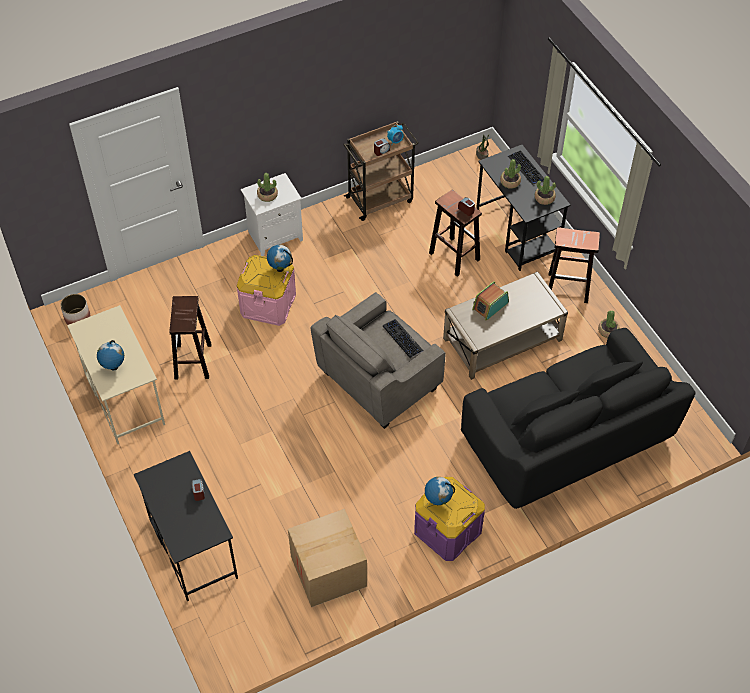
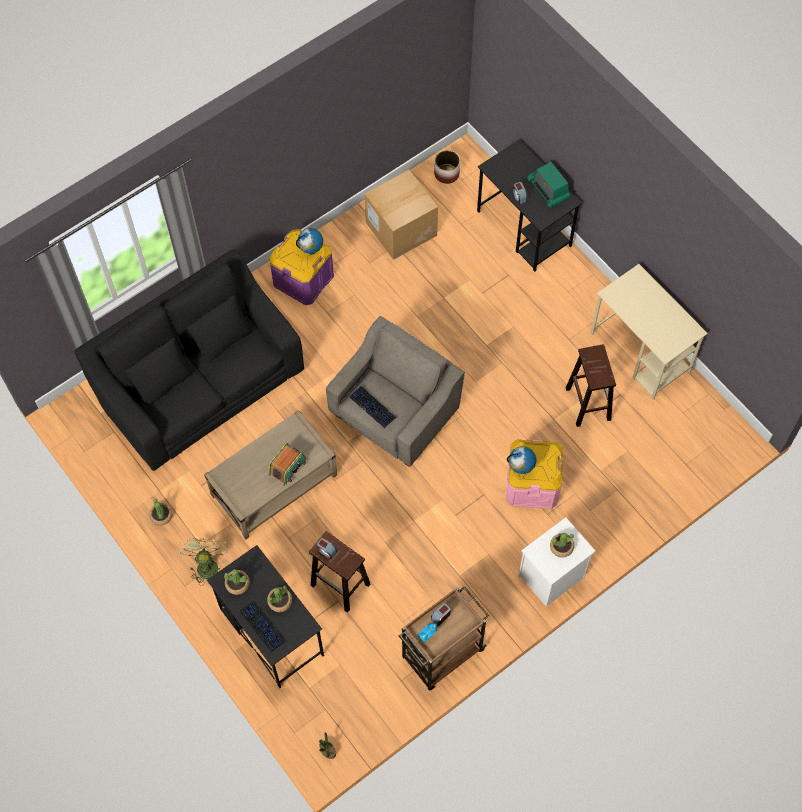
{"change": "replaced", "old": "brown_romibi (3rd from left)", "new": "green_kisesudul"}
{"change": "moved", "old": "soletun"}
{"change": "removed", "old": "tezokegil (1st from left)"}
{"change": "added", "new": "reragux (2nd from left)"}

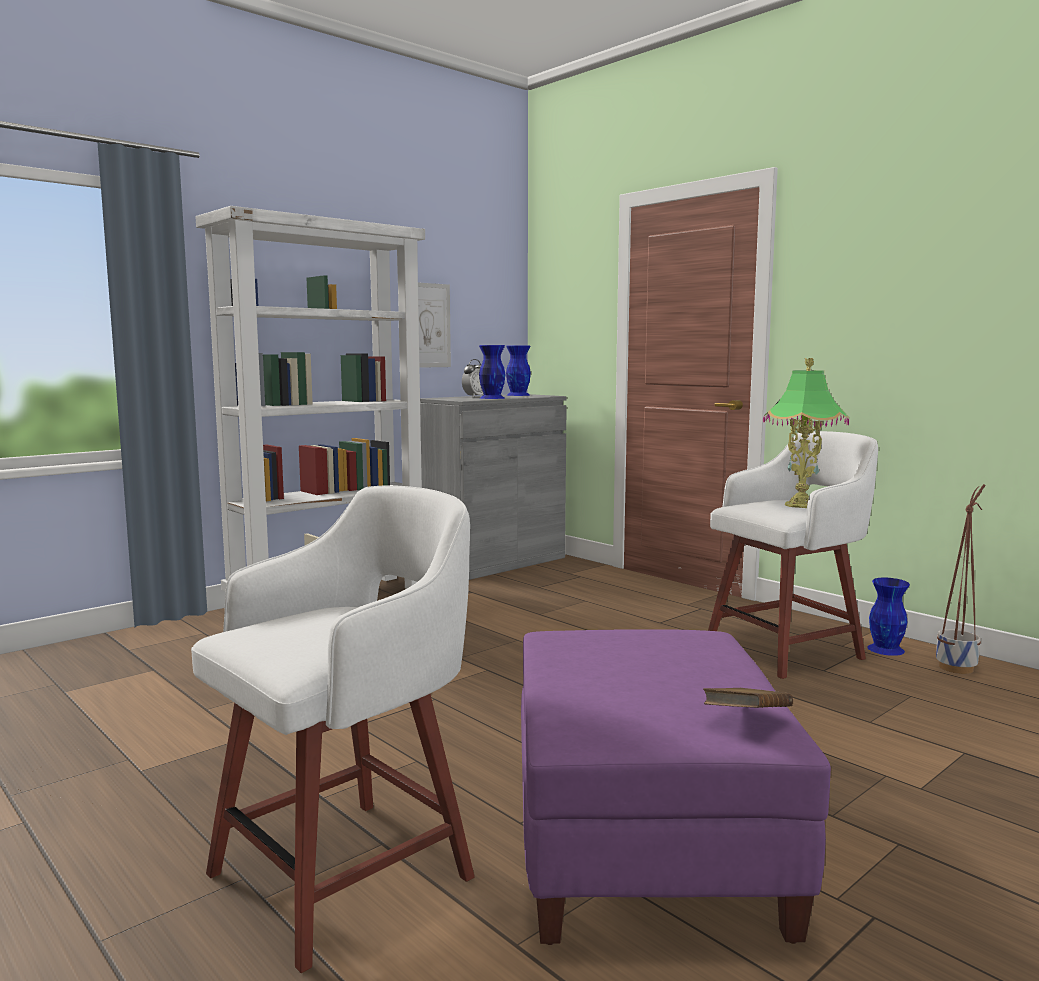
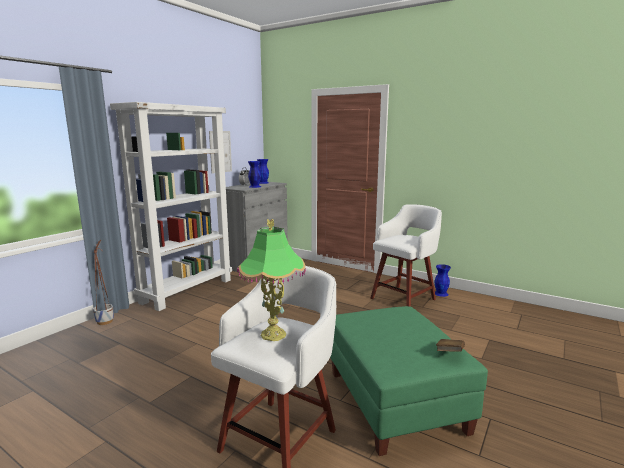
{"change": "moved", "old": "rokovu"}
{"change": "moved", "old": "soletun"}
{"change": "recoloured", "old": "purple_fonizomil", "new": "green_fonizomil"}

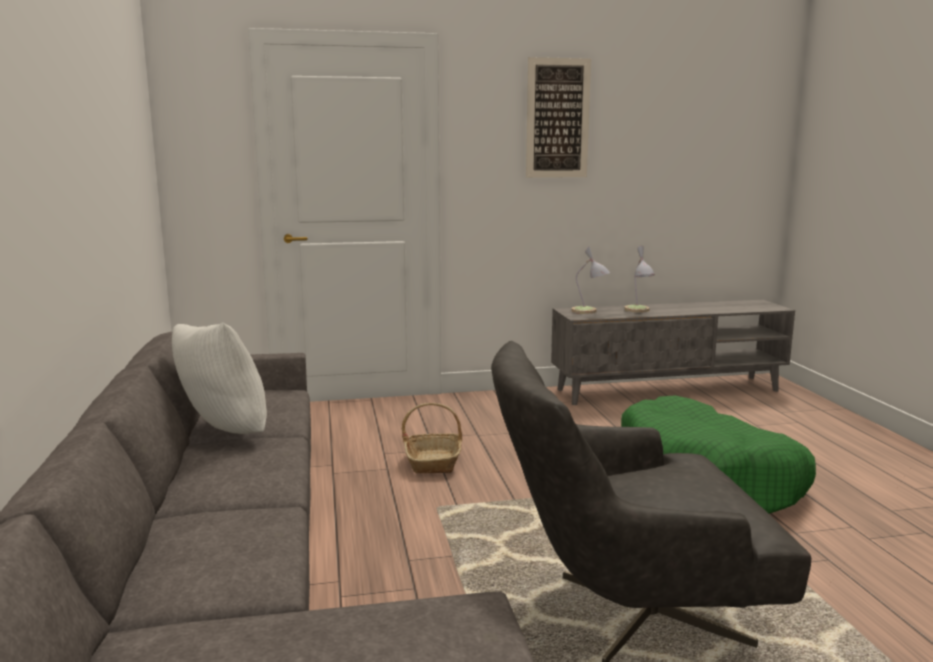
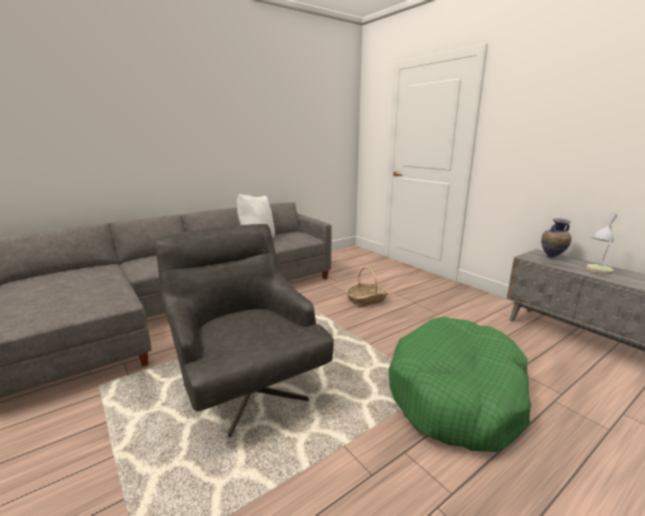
{"change": "removed", "old": "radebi"}
{"change": "replaced", "old": "rokovu (1st from left)", "new": "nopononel"}

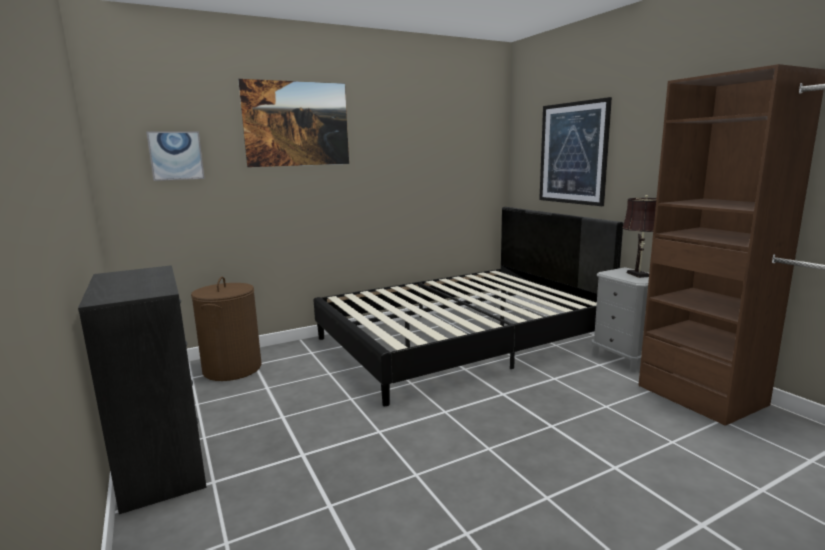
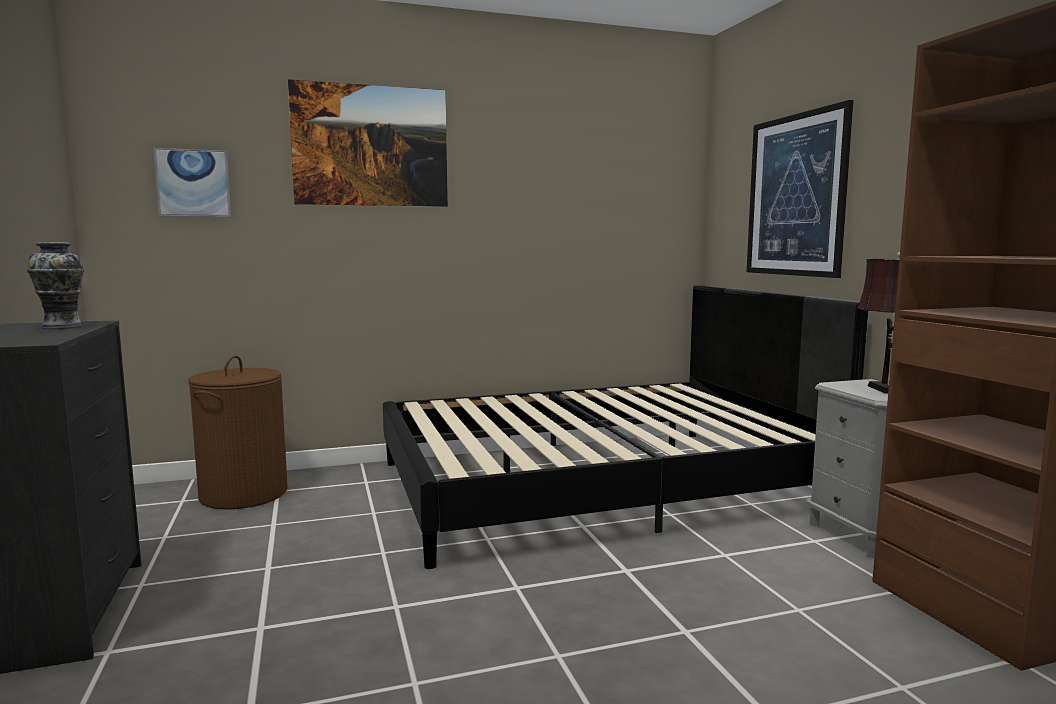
{"change": "added", "new": "nopononel"}

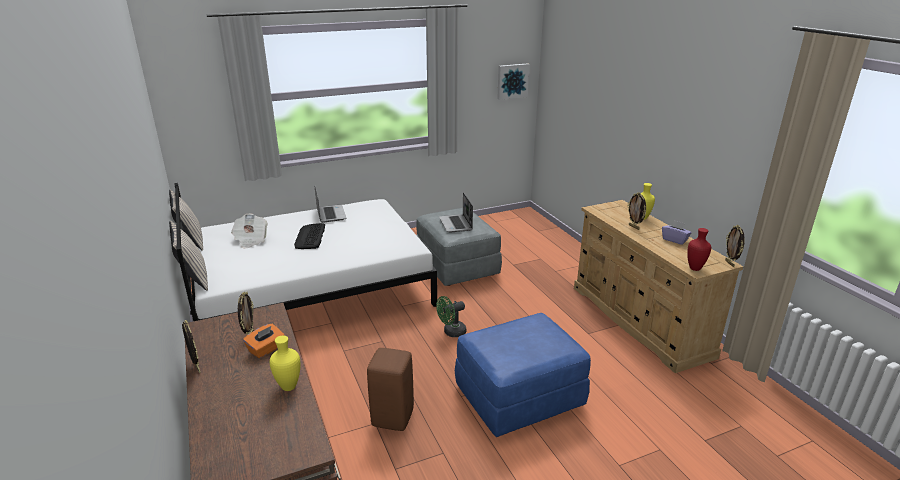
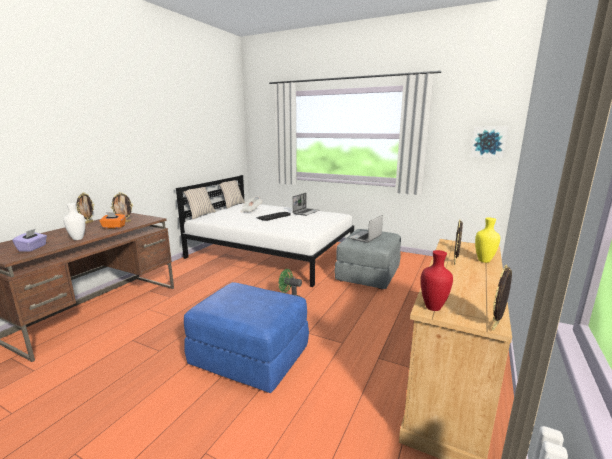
{"change": "moved", "old": "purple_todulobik"}
{"change": "recoloured", "old": "yellow_nopononel (1st from left)", "new": "white_nopononel"}
{"change": "removed", "old": "brown_romibi"}

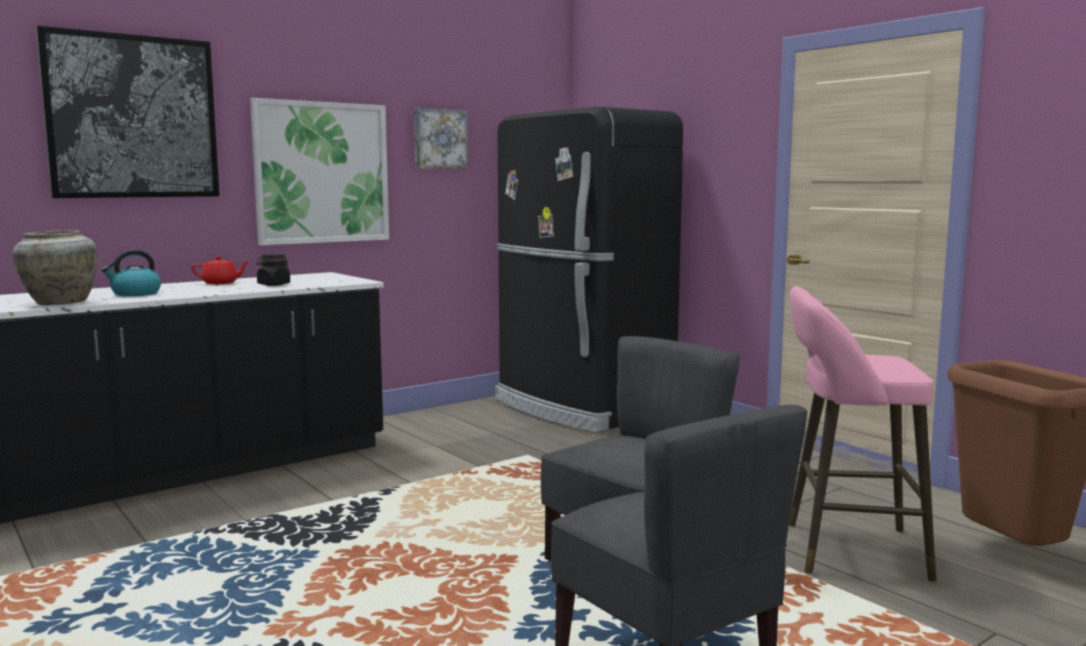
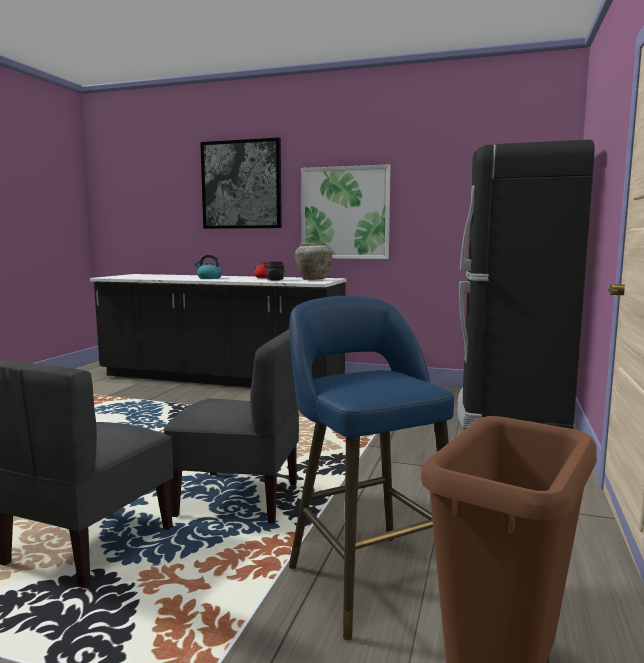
{"change": "removed", "old": "radebi (3rd from left)"}
{"change": "moved", "old": "beige_nopononel"}
{"change": "recoloured", "old": "pink_romibi", "new": "blue_romibi"}

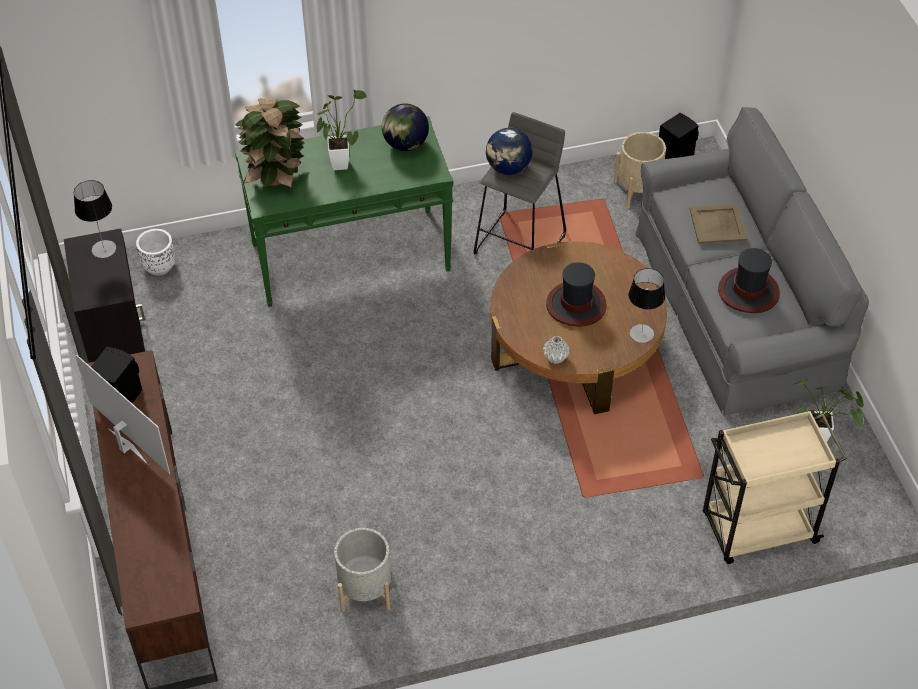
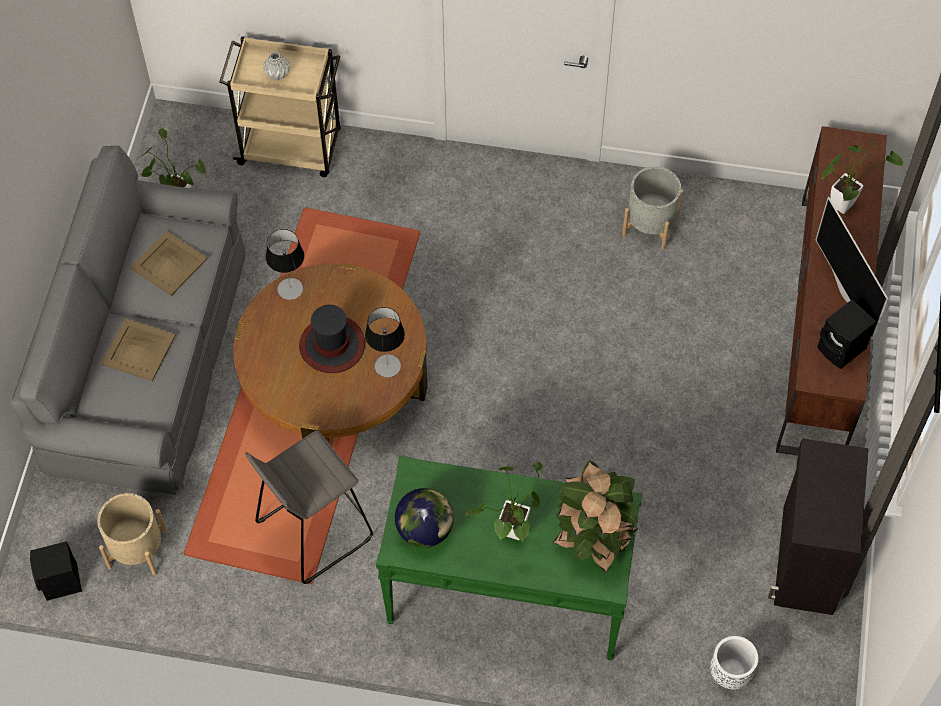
{"change": "removed", "old": "tezokegil (2nd from left)"}
{"change": "moved", "old": "rokovu (1st from left in the first image)", "new": "rokovu (2nd from left)"}
{"change": "replaced", "old": "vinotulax (2nd from left)", "new": "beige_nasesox (2nd from left)"}
{"change": "moved", "old": "grey_nopononel"}
{"change": "added", "new": "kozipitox (4th from left)"}

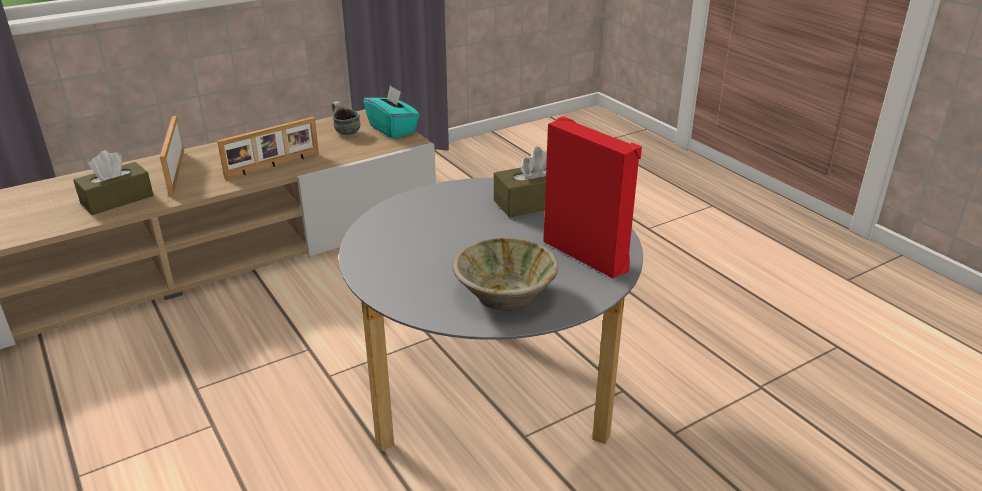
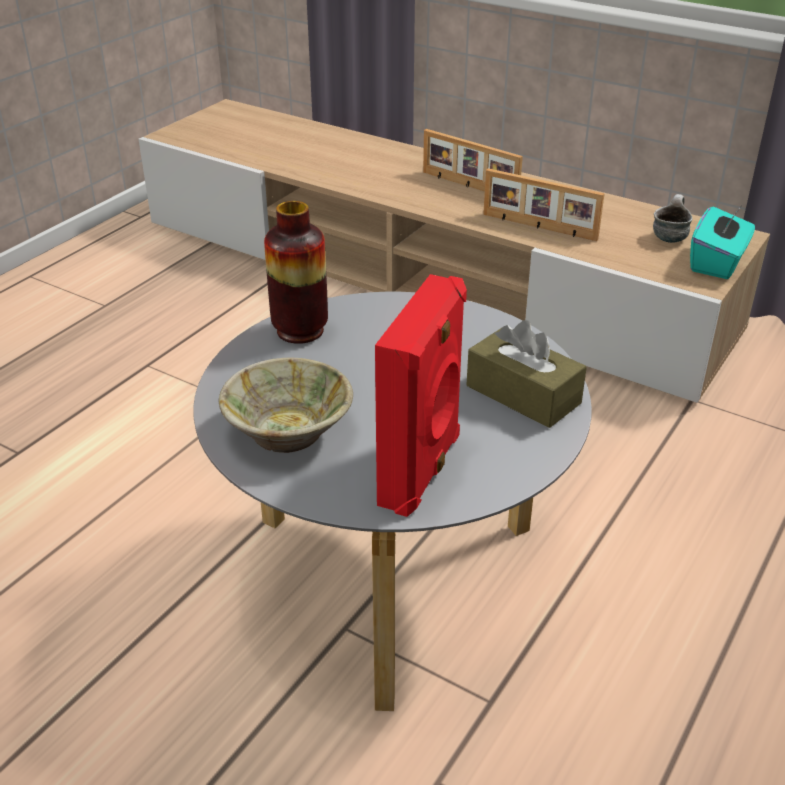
{"change": "turned", "old": "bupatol (1st from left)", "degrees": -105}
{"change": "removed", "old": "brown_todulobik (1st from left)"}
{"change": "added", "new": "nopononel"}

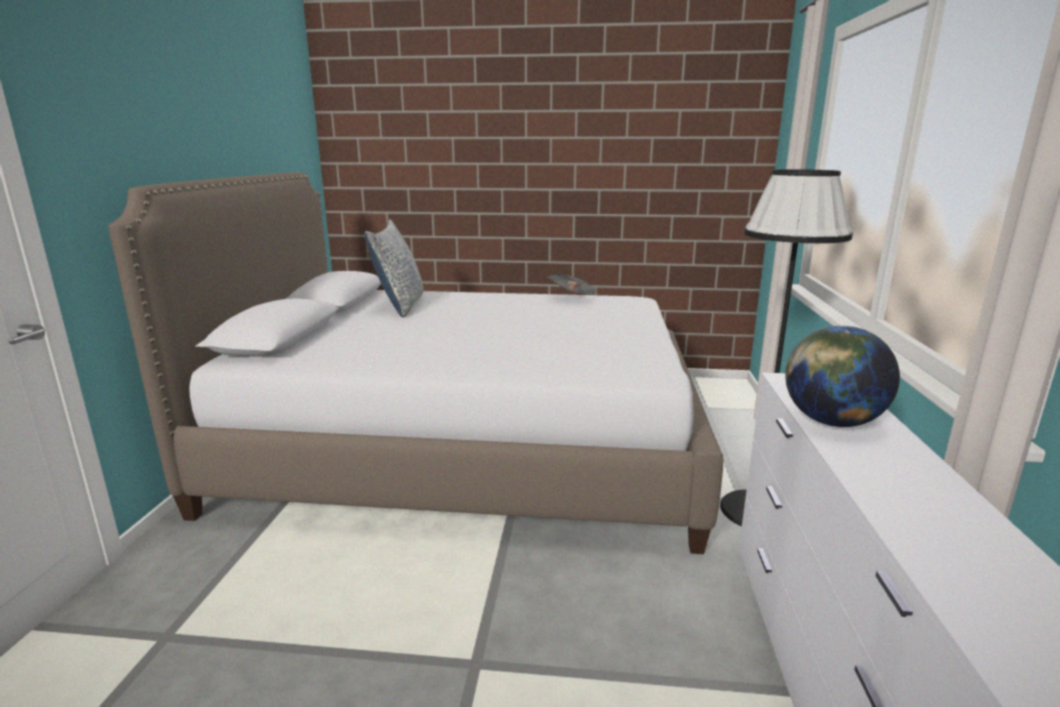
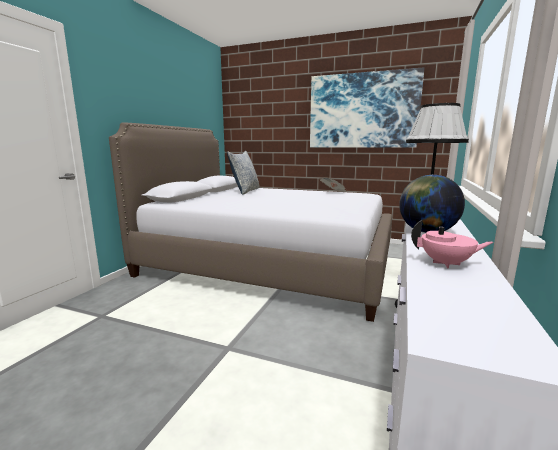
{"change": "added", "new": "radebi"}
{"change": "added", "new": "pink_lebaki"}

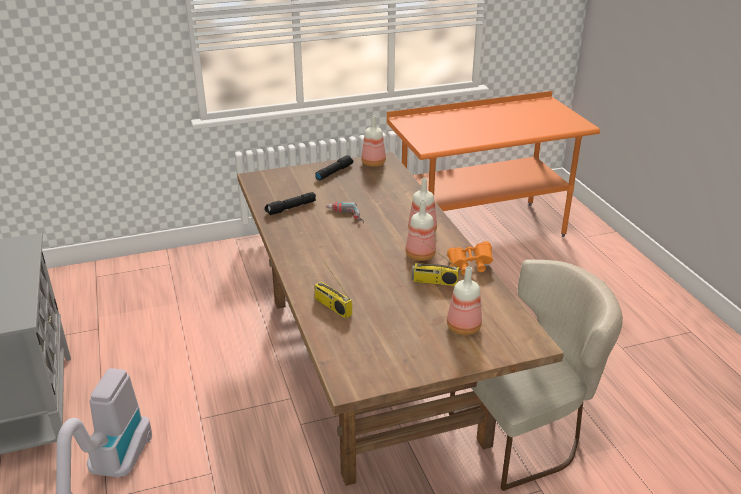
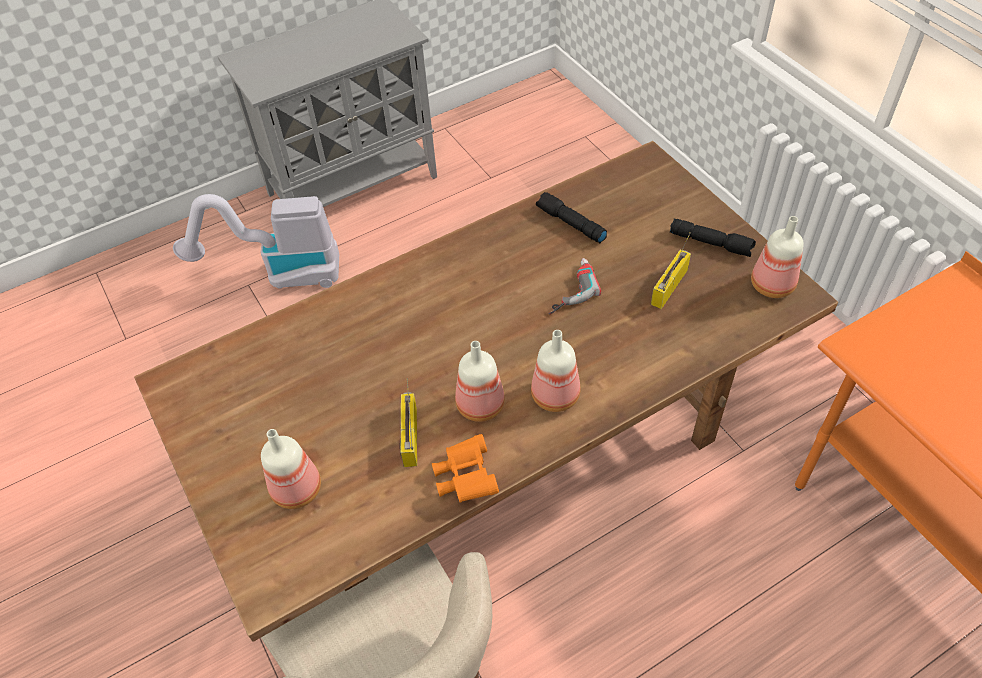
{"change": "moved", "old": "reragux (1st from left in the first image)", "new": "reragux (2nd from left)"}

